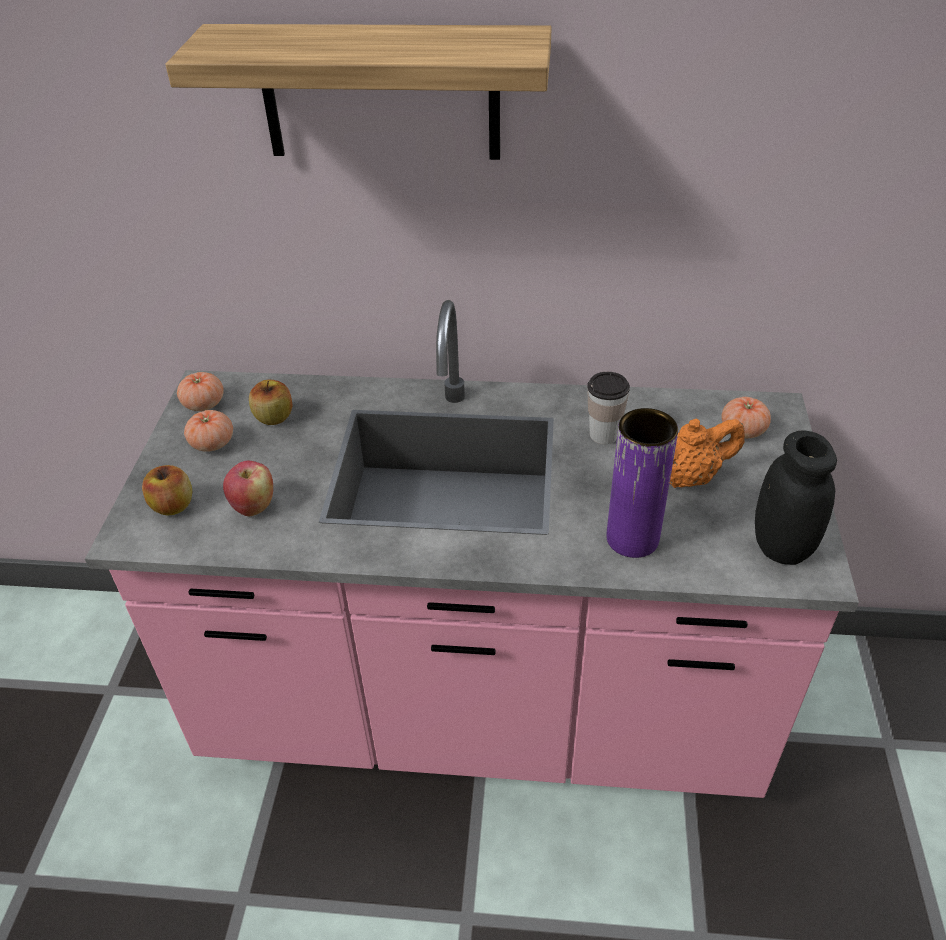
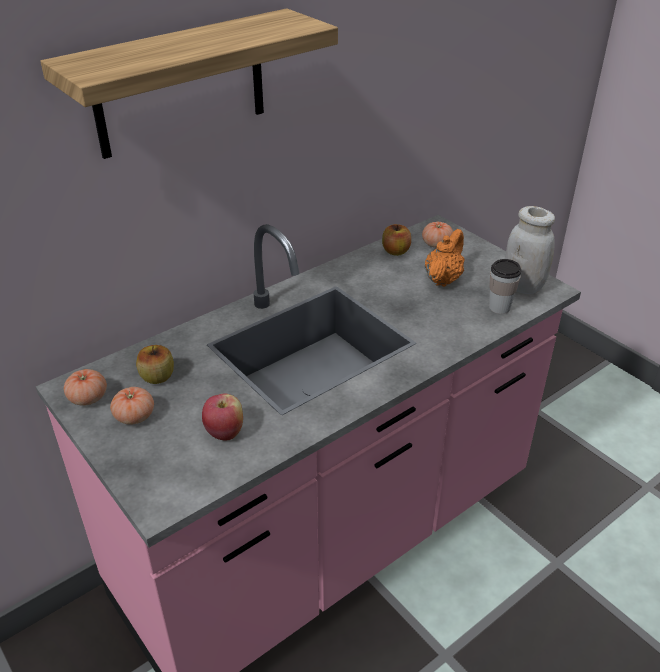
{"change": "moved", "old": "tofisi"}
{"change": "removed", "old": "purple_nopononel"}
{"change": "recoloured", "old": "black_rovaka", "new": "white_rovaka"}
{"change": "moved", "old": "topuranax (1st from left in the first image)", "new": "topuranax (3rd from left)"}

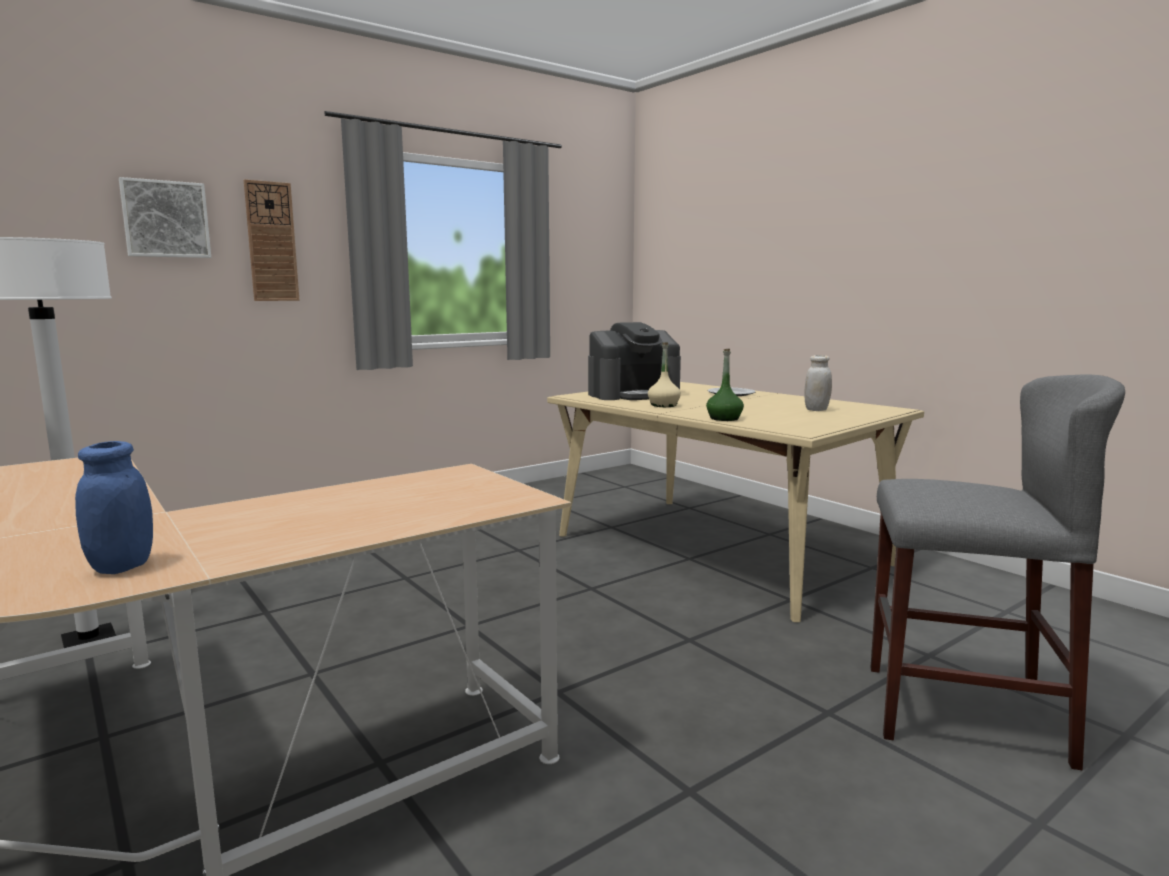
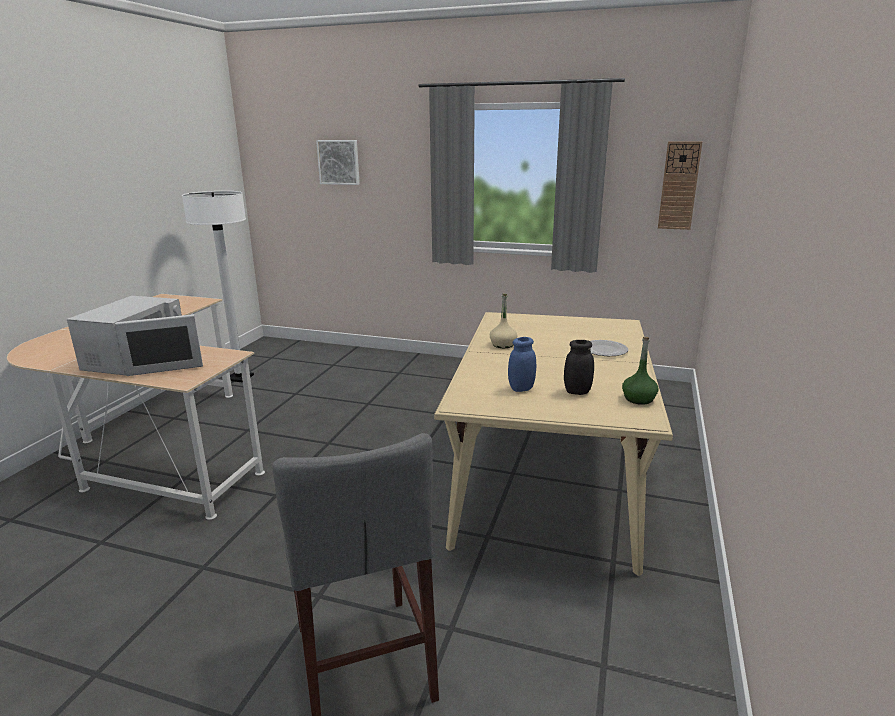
{"change": "moved", "old": "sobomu"}
{"change": "removed", "old": "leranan"}
{"change": "moved", "old": "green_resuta"}
{"change": "recoloured", "old": "white_rovaka", "new": "black_rovaka"}
{"change": "moved", "old": "blue_rovaka"}
{"change": "added", "new": "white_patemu"}

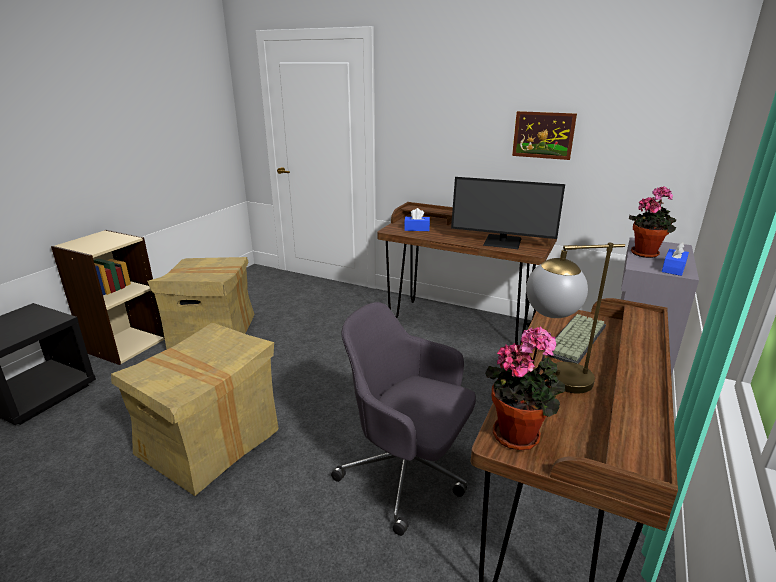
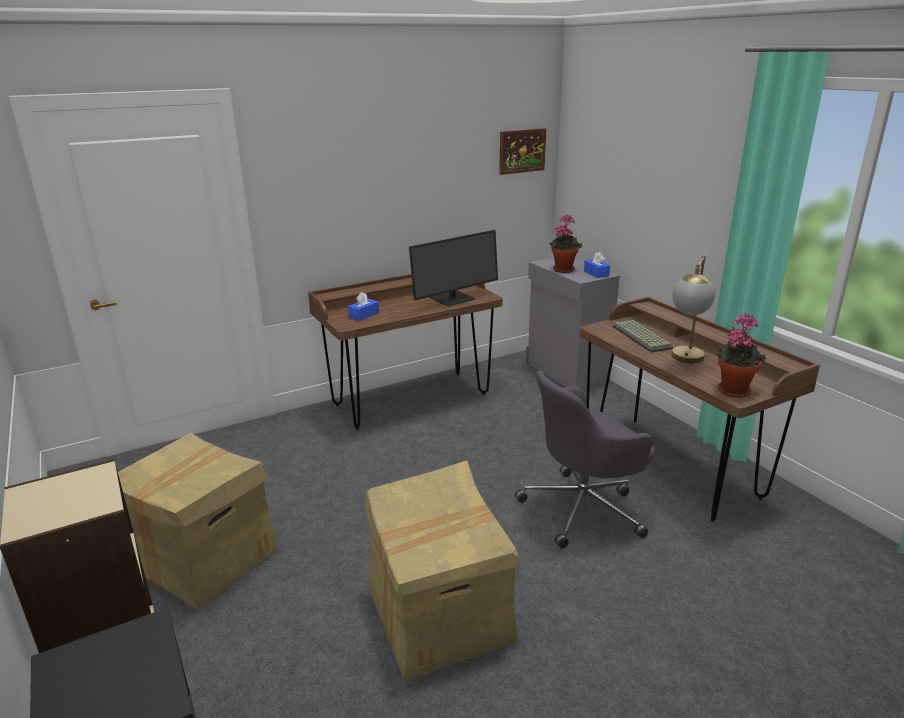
{"change": "moved", "old": "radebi"}

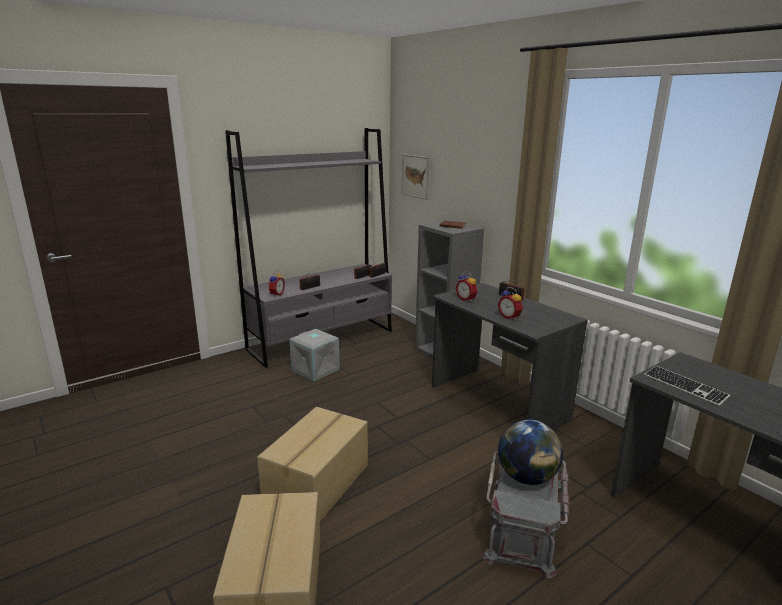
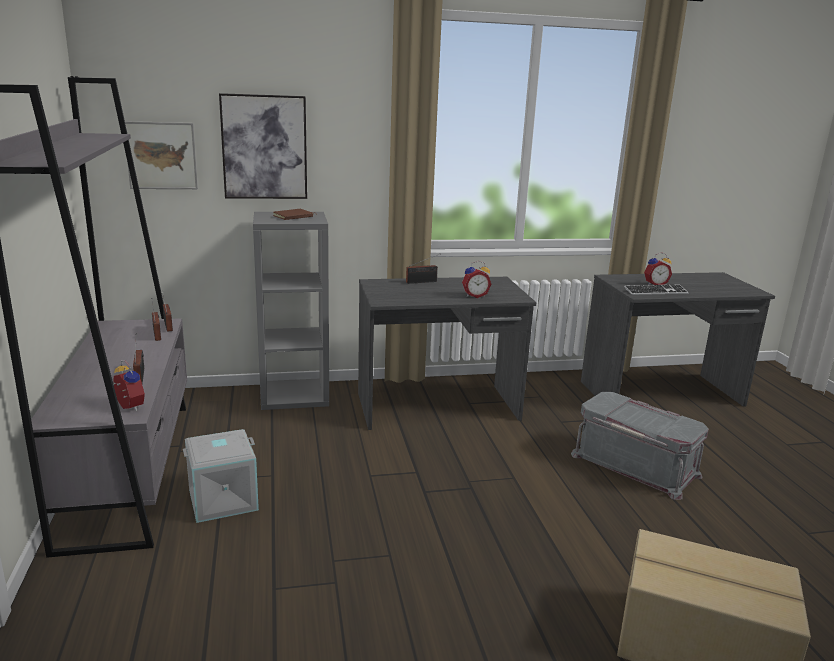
{"change": "moved", "old": "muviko (2nd from left in the first image)", "new": "muviko (3rd from left)"}
{"change": "removed", "old": "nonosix (2nd from left)"}
{"change": "removed", "old": "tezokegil"}
{"change": "added", "new": "radebi (2nd from left)"}

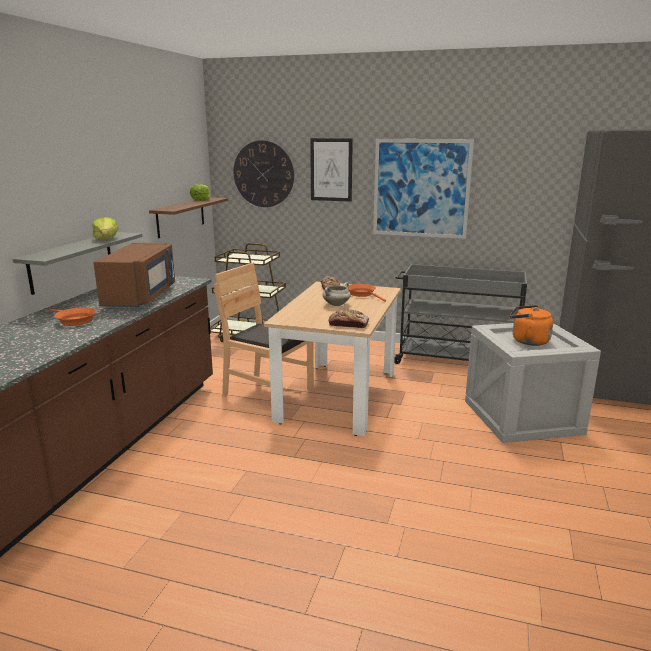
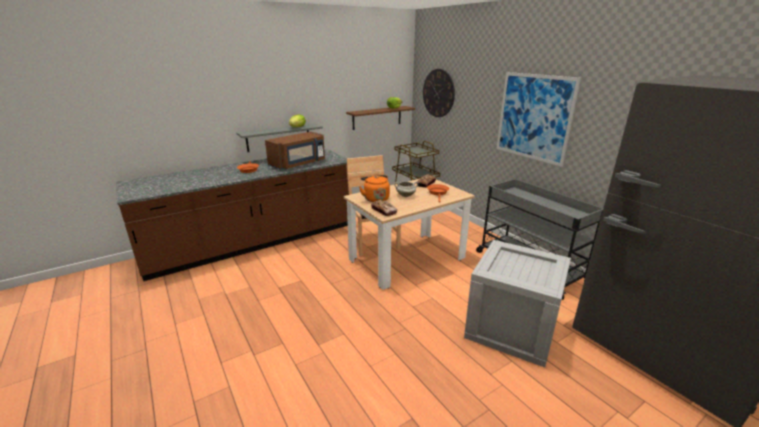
{"change": "removed", "old": "radebi (1st from left)"}
{"change": "moved", "old": "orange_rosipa"}

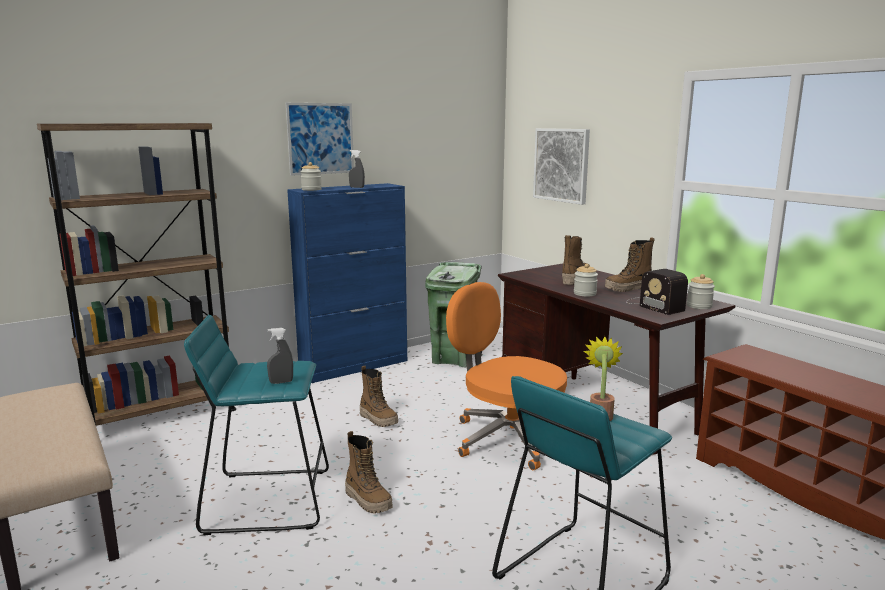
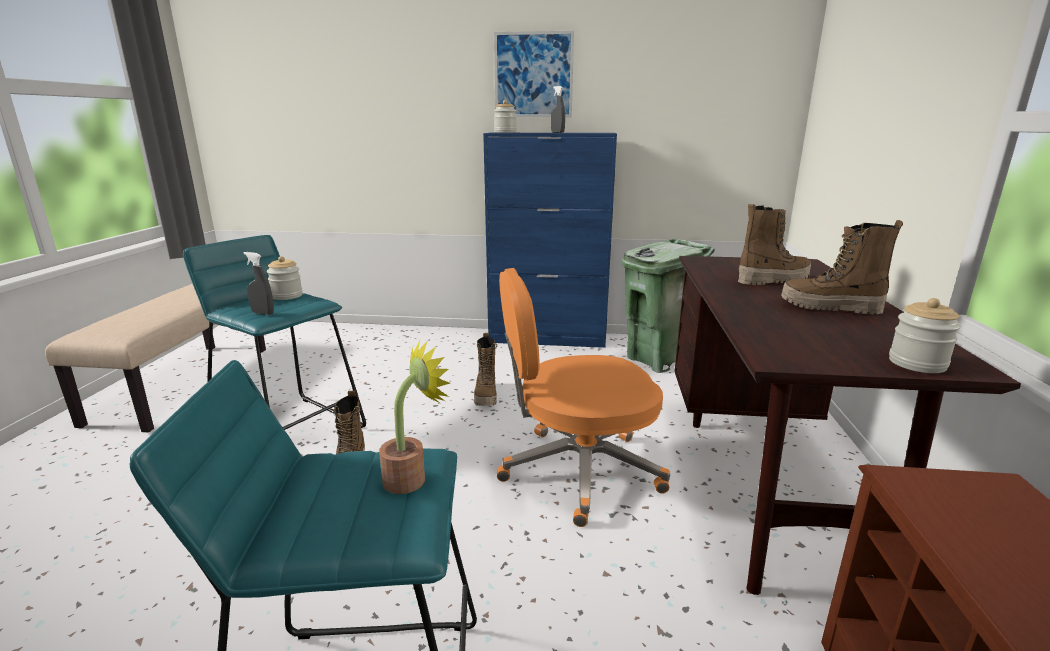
{"change": "removed", "old": "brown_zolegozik"}
{"change": "removed", "old": "radebi (2nd from left)"}
{"change": "moved", "old": "rovaka (2nd from left in the first image)", "new": "rovaka (1st from left)"}
{"change": "removed", "old": "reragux"}
{"change": "turned", "old": "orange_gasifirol", "degrees": -90}

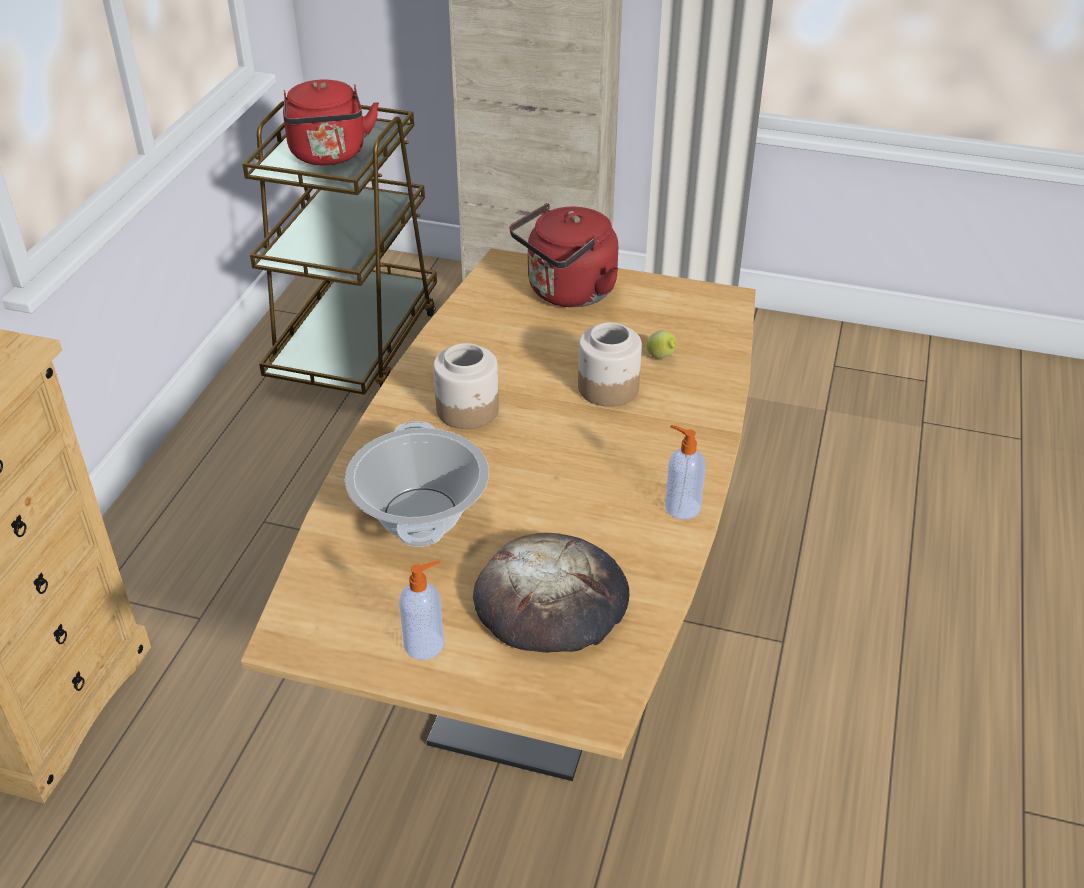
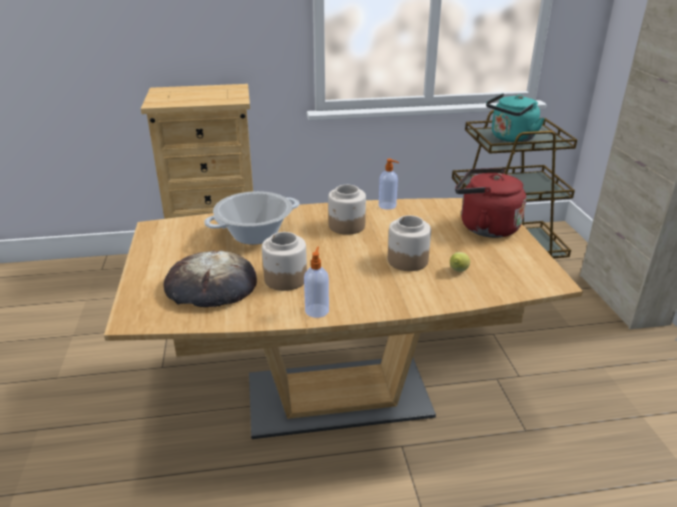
{"change": "recoloured", "old": "red_rosipa (1st from left)", "new": "turquoise_rosipa"}
{"change": "moved", "old": "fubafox (1st from left in the first image)", "new": "fubafox (2nd from left)"}
{"change": "added", "new": "rovaka (1st from left)"}

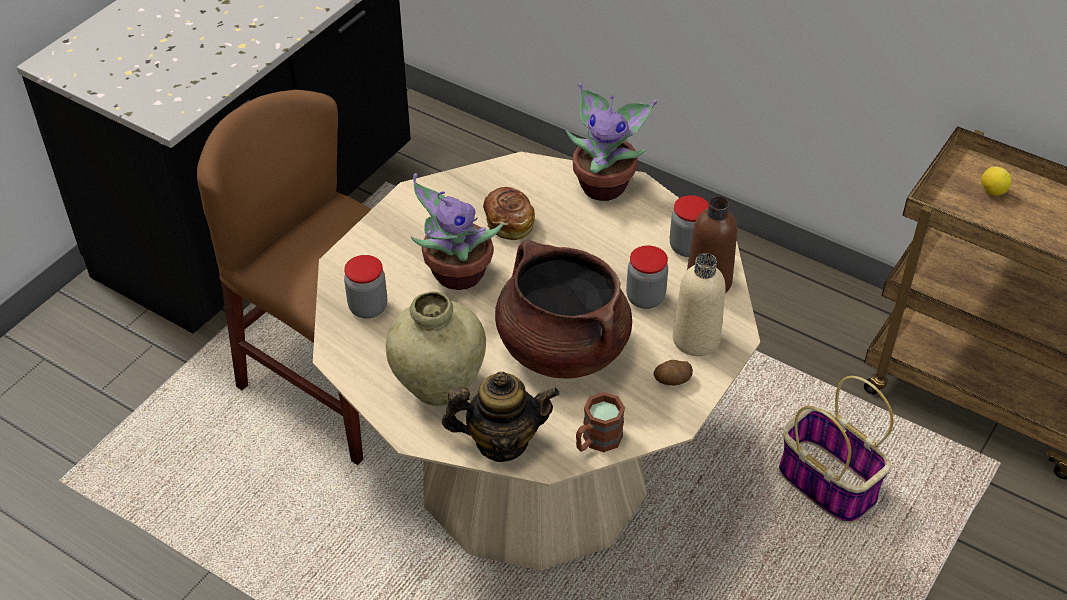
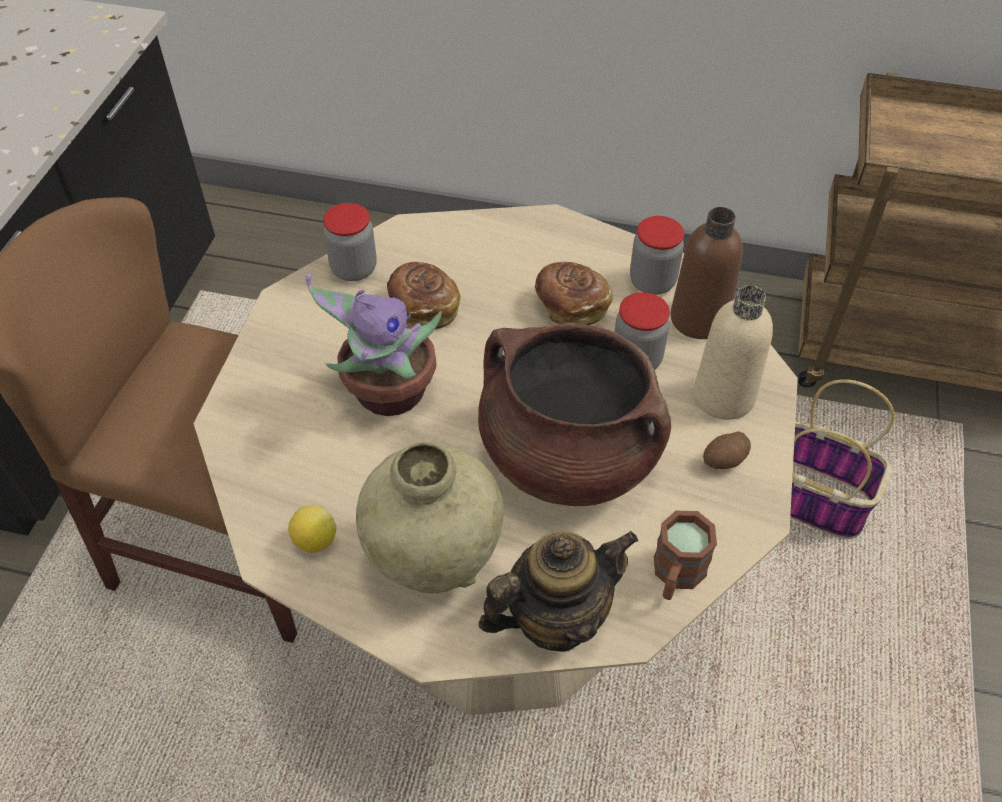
{"change": "removed", "old": "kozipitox (2nd from left)"}
{"change": "moved", "old": "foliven"}
{"change": "moved", "old": "rovaka (1st from left)"}
{"change": "added", "new": "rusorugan (2nd from left)"}

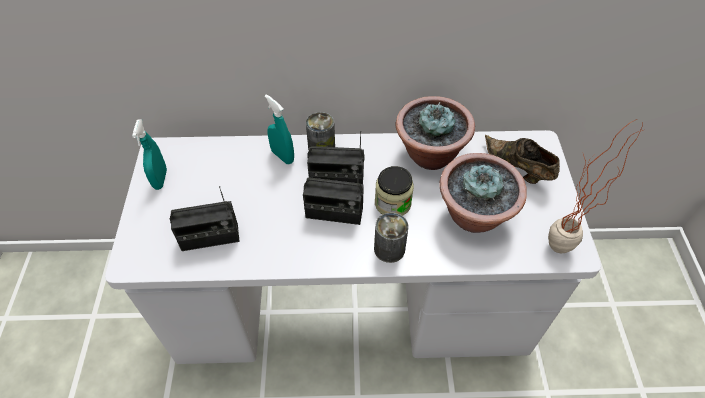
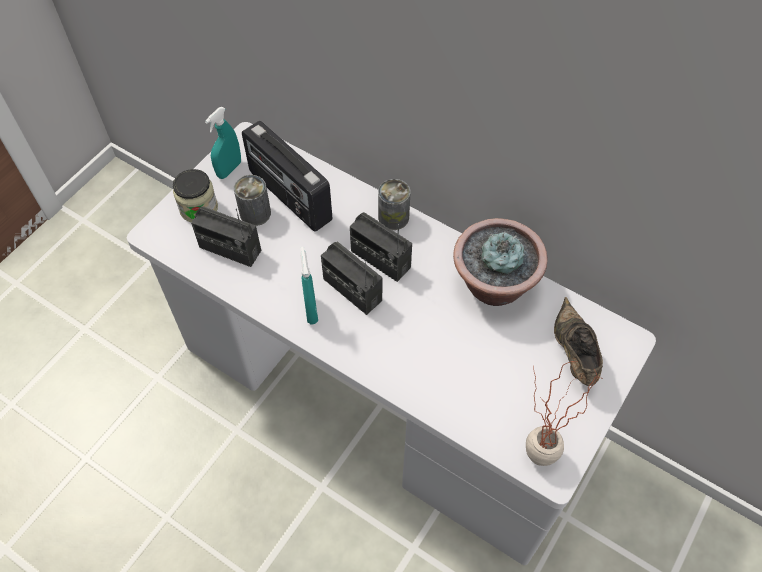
{"change": "moved", "old": "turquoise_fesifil (2nd from left)"}
{"change": "removed", "old": "kozipitox (2nd from left)"}
{"change": "moved", "old": "rovaka"}
{"change": "moved", "old": "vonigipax (2nd from left in the first image)", "new": "vonigipax (1st from left)"}
{"change": "added", "new": "reragux (2nd from left)"}

